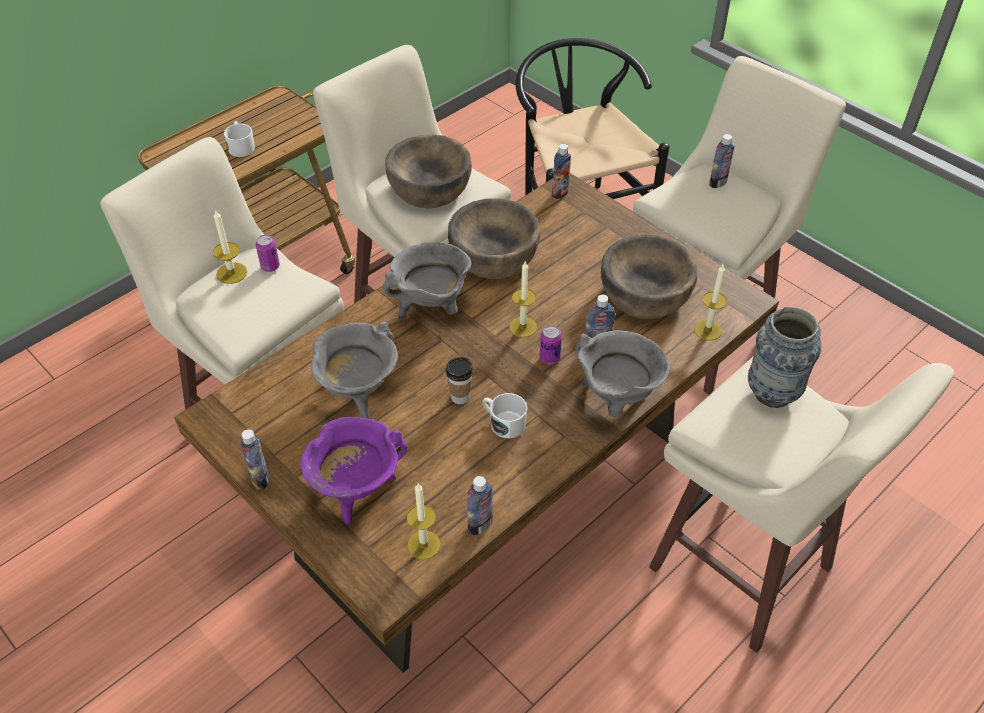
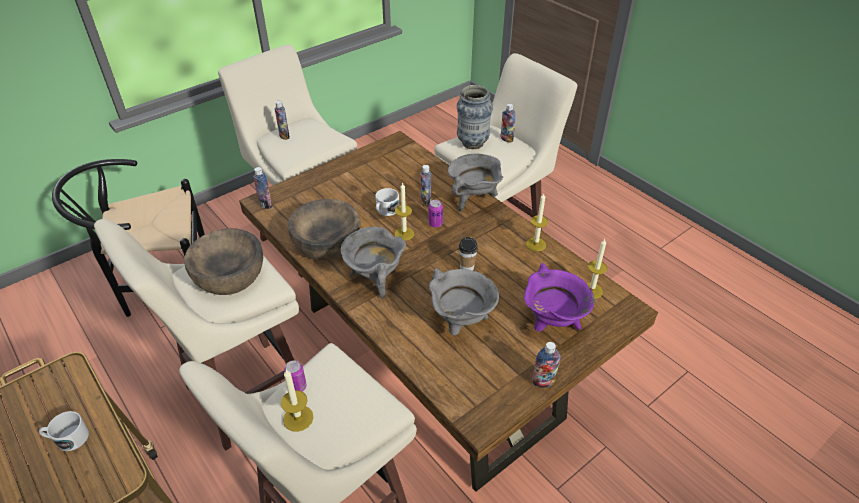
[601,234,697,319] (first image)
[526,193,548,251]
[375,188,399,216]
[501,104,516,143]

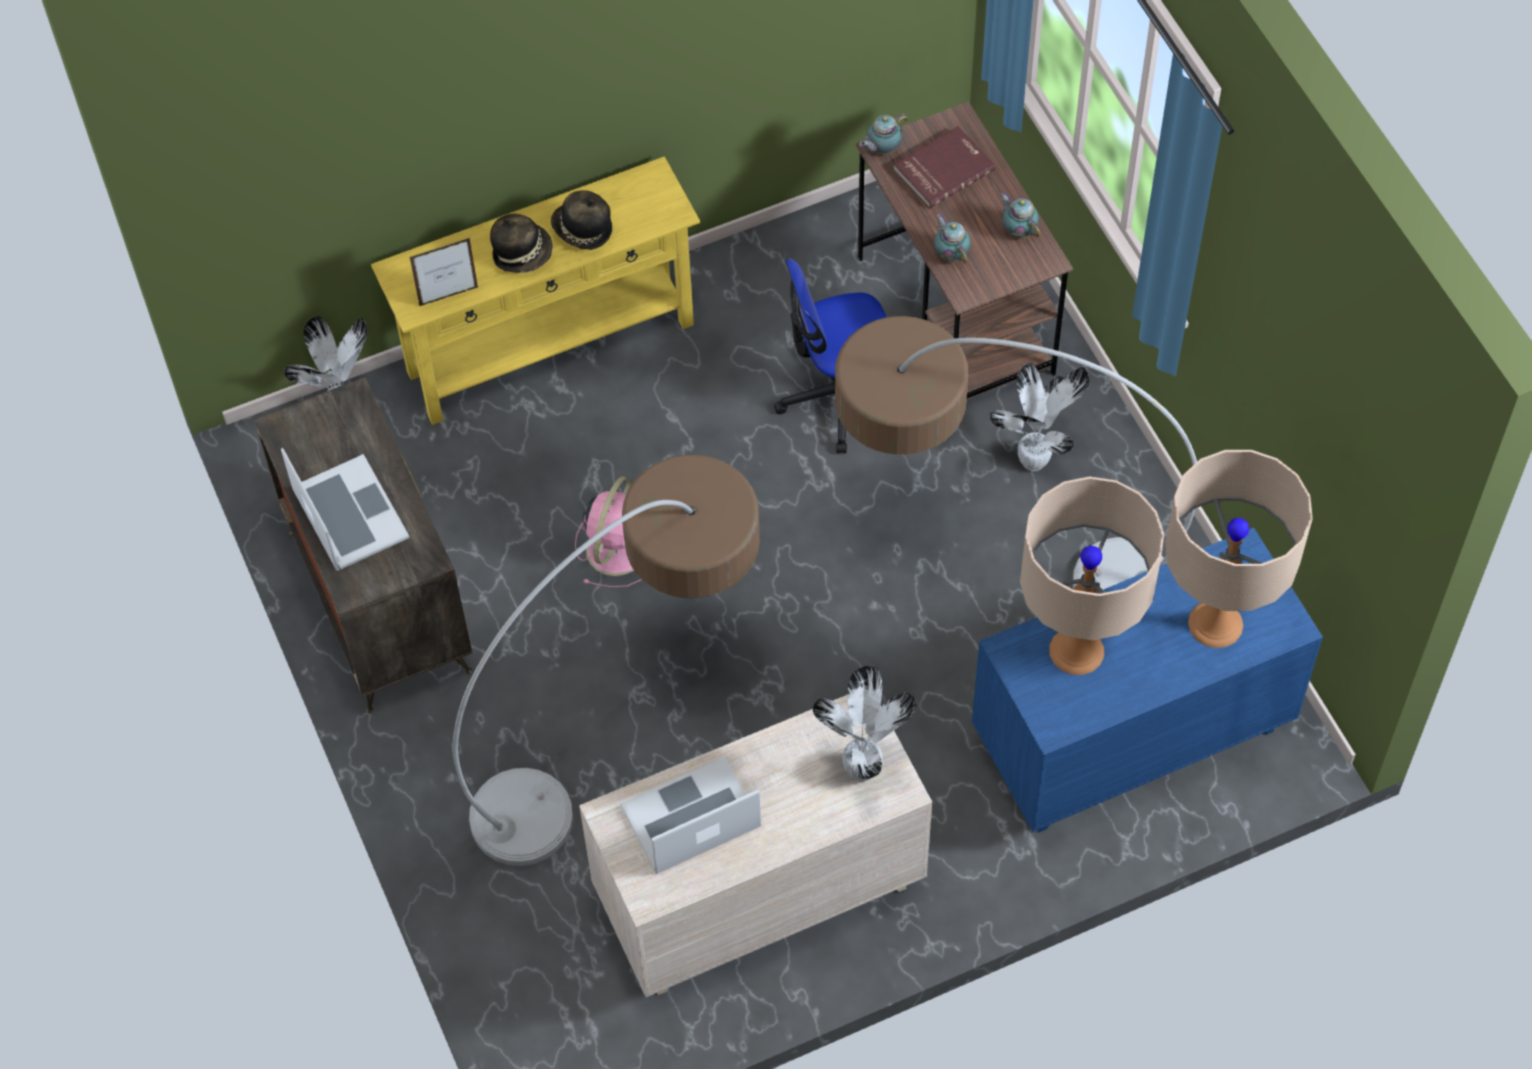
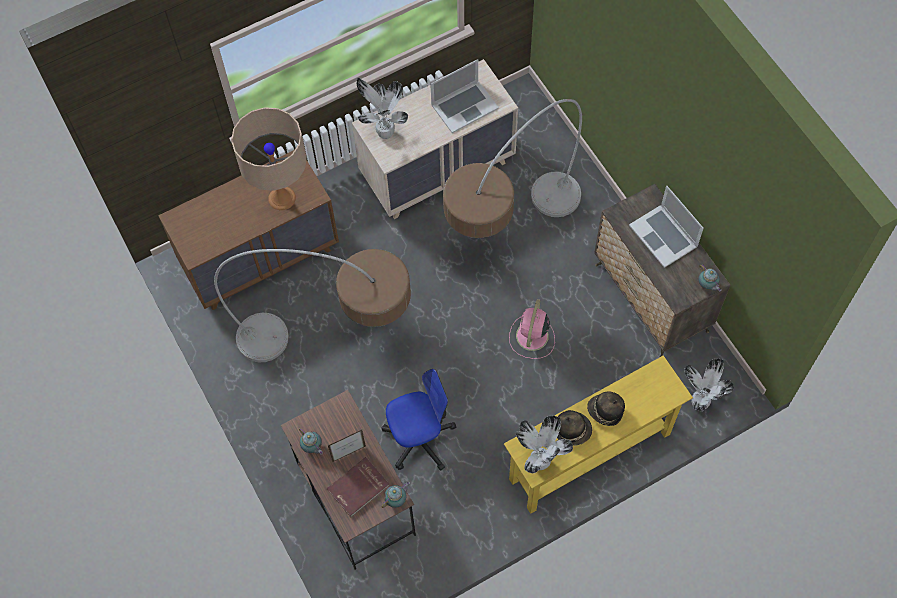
[698,265,721,292]
[328,430,366,462]
[515,416,573,473]
[1165,450,1313,648] (first image)
[158,150,339,310]

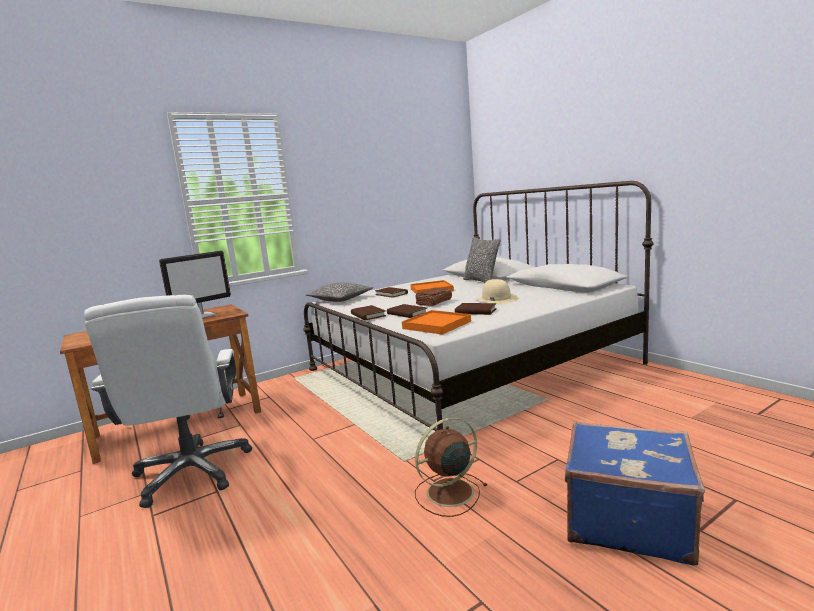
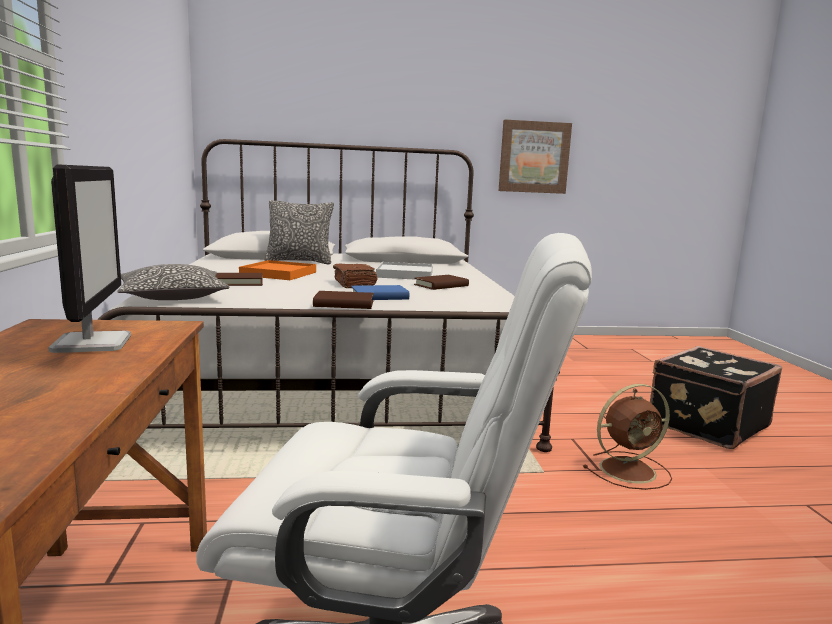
[376,262,433,280]
[351,285,409,300]
[402,310,471,335] (first image)
[583,384,672,490]
[650,346,782,449]
[499,120,572,194]

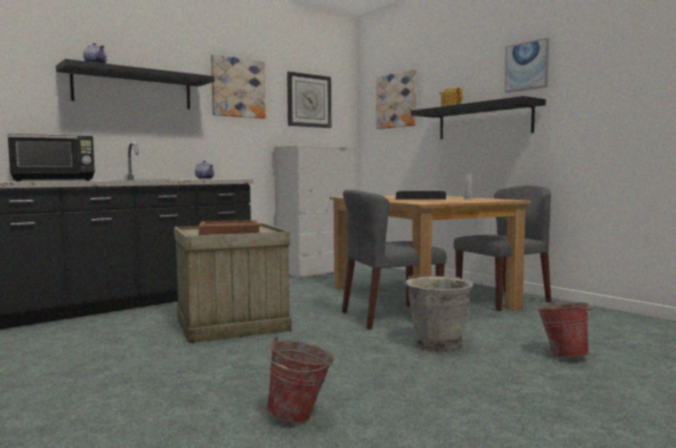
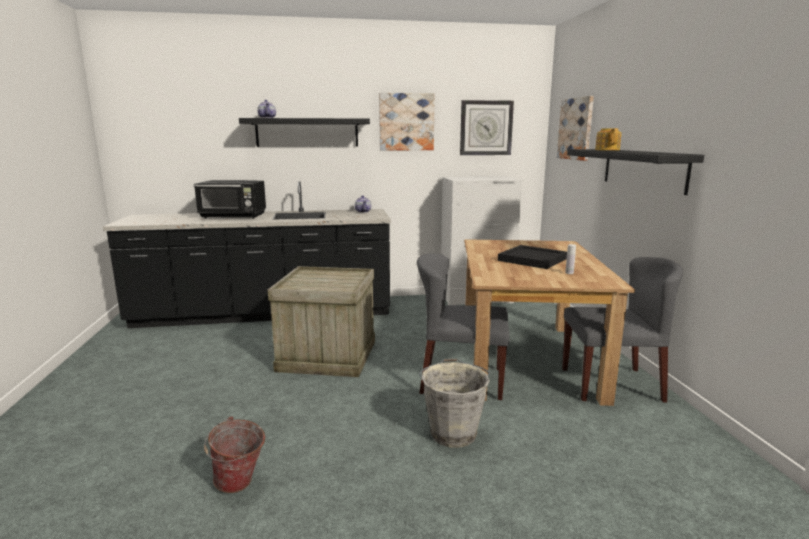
[505,38,549,93] (first image)
[199,220,259,235] (first image)
[537,302,593,358] (first image)

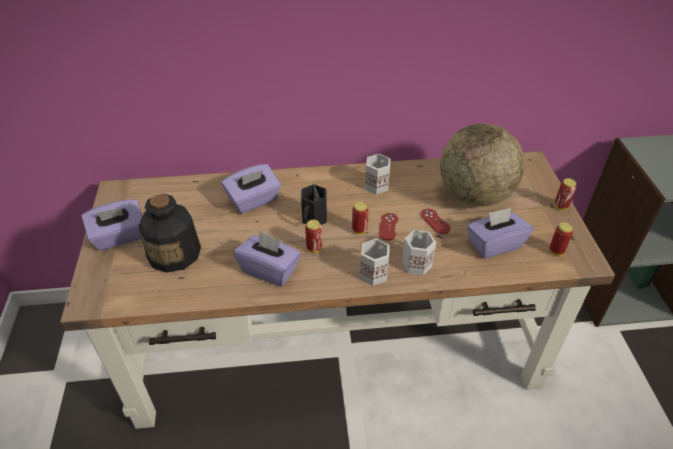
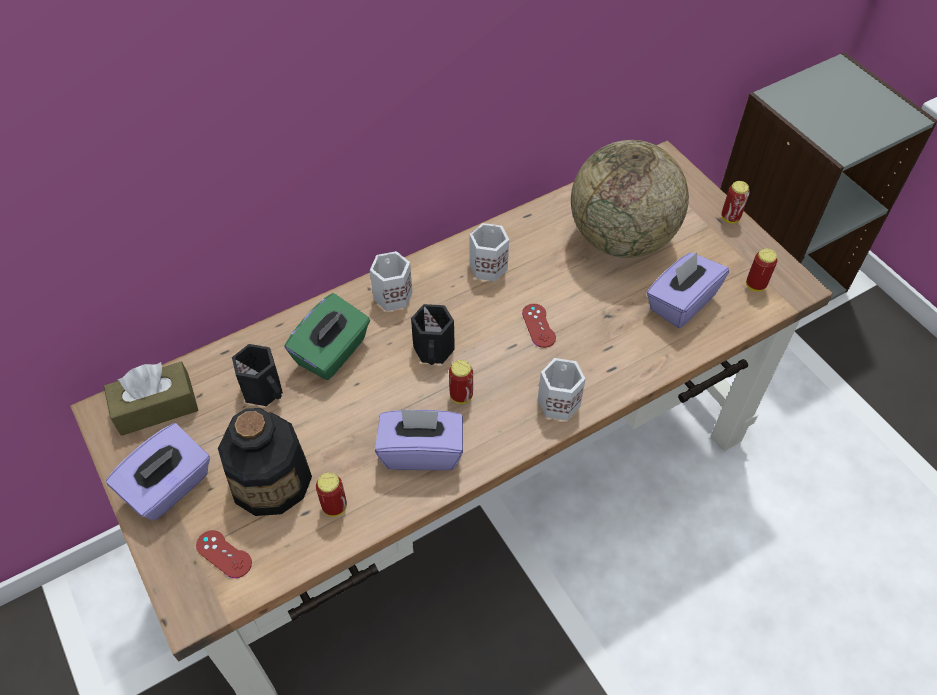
[284,293,370,380]
[316,473,347,517]
[196,530,252,578]
[370,251,412,311]
[232,344,283,406]
[104,362,198,436]

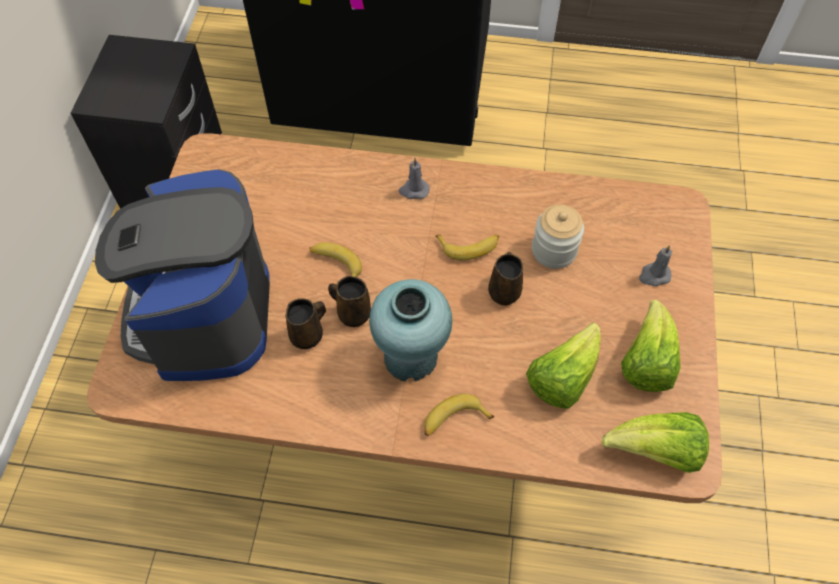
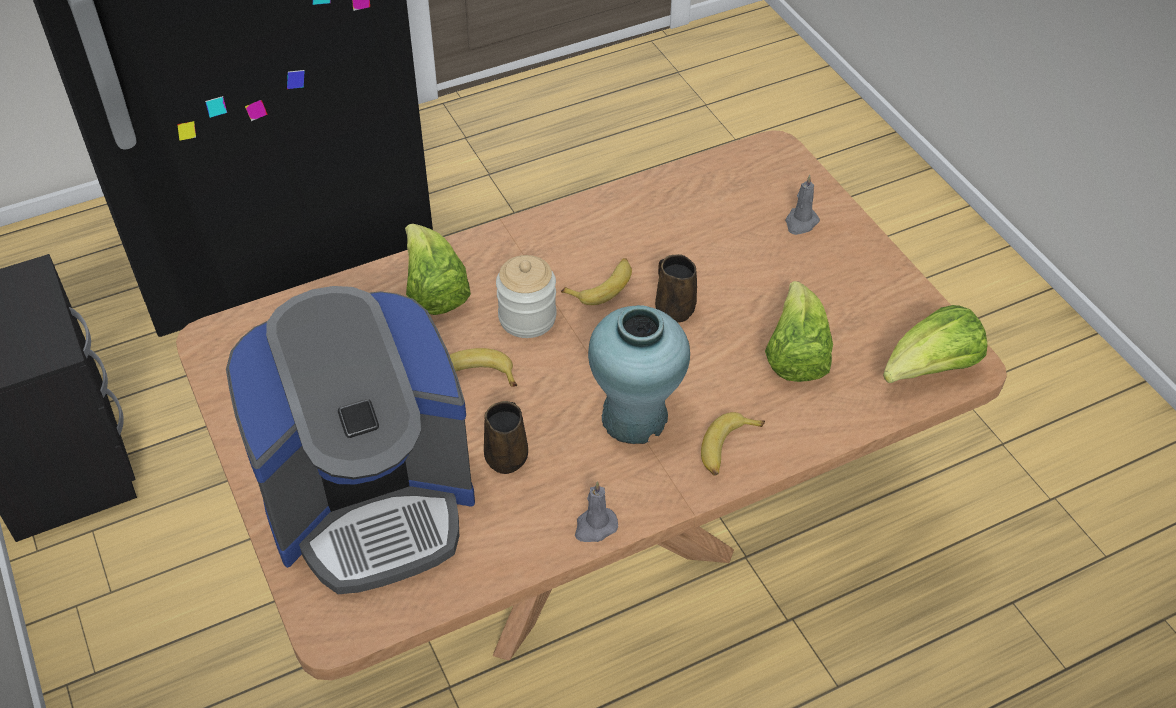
[575,482,618,542]
[226,286,475,594]
[496,255,557,338]
[328,276,371,327] (first image)
[405,223,471,315]

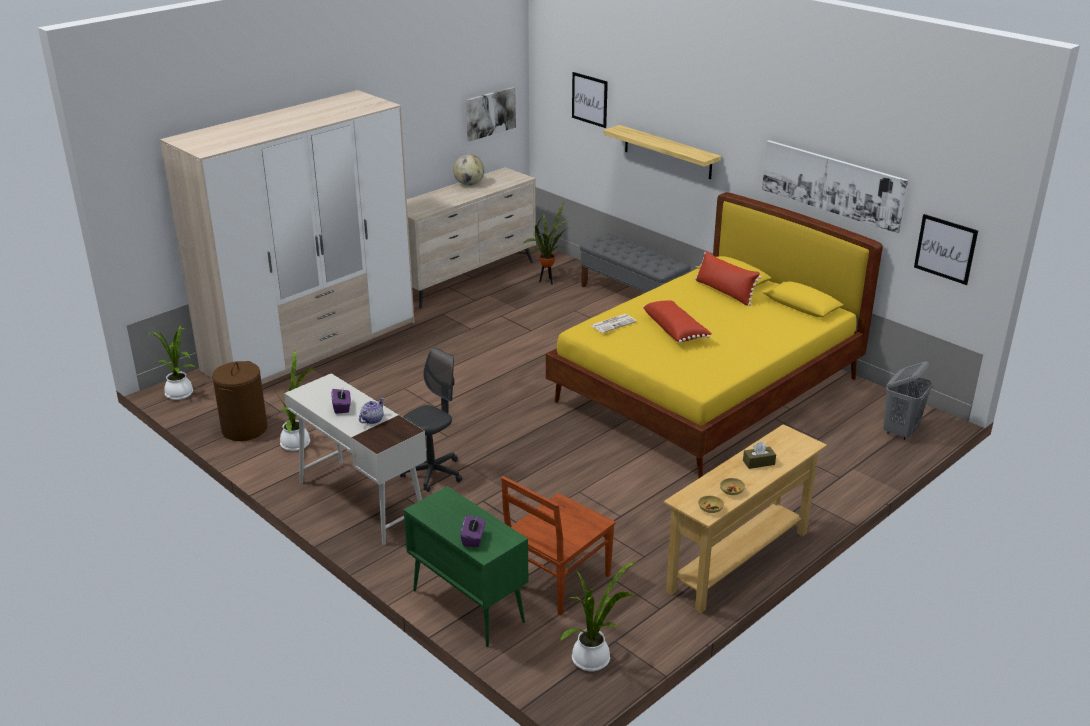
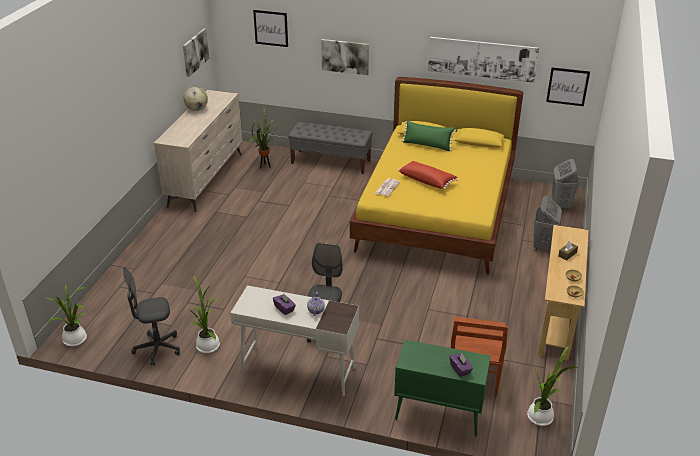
[160,90,414,384] (first image)
[321,39,369,75]
[402,120,456,151]
[123,267,180,366]
[533,196,562,252]

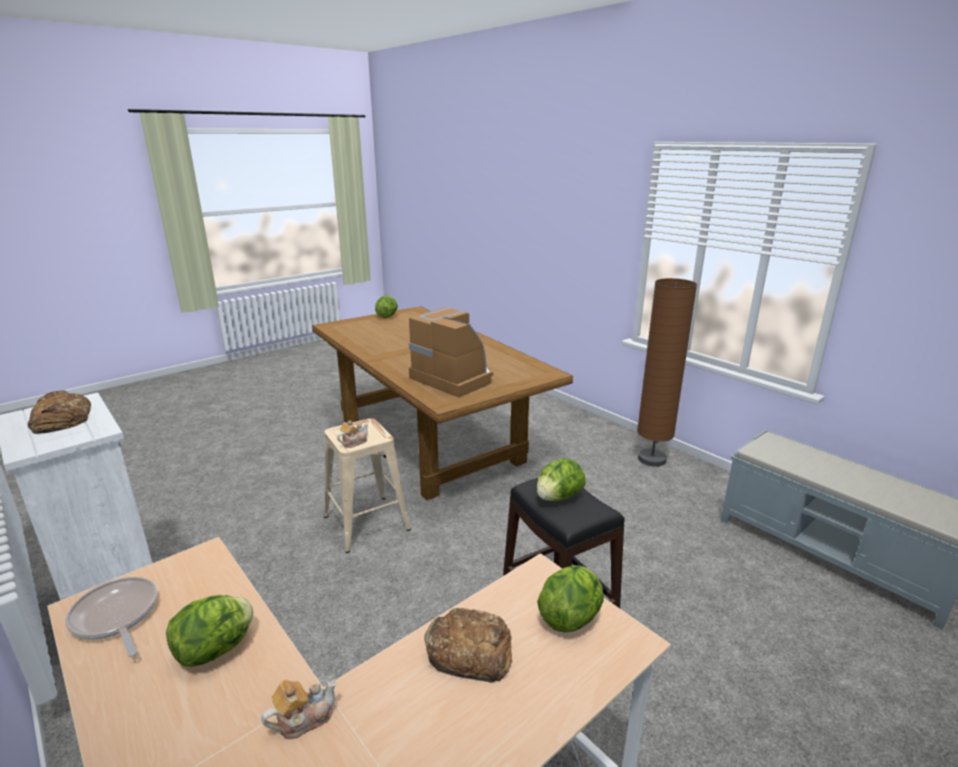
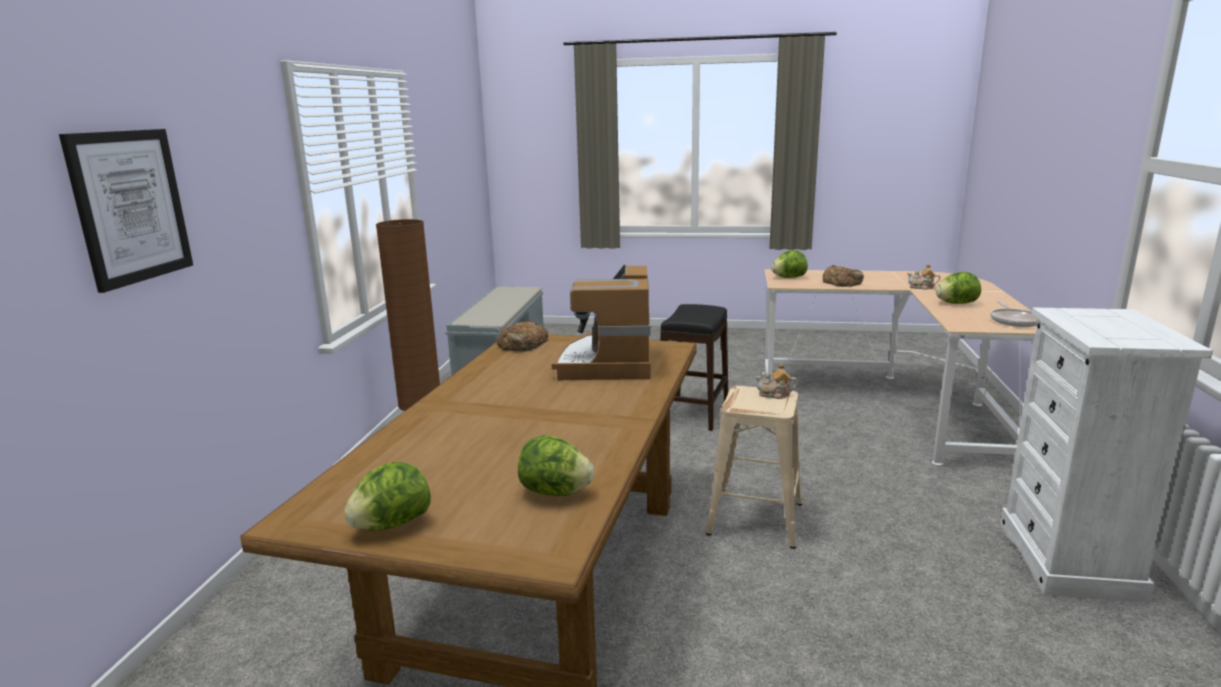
[497,321,548,352]
[518,435,594,496]
[59,129,193,293]

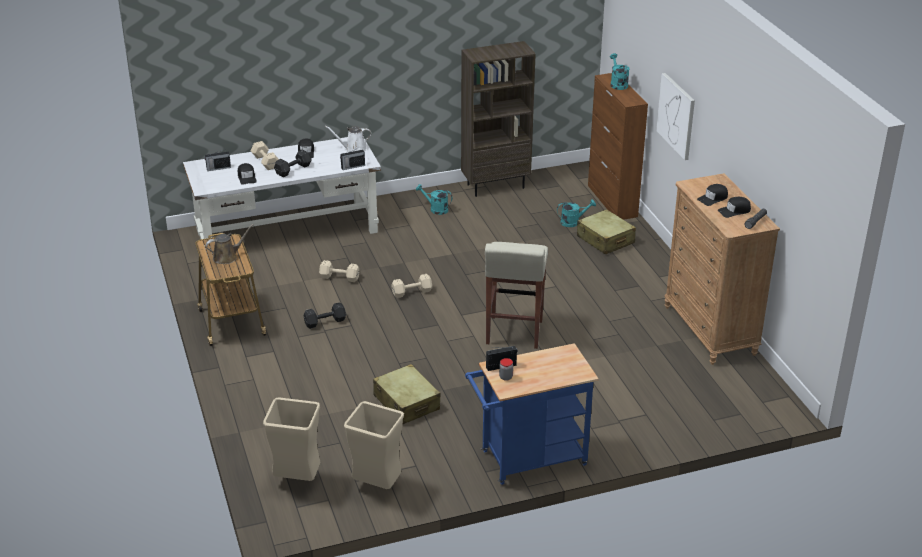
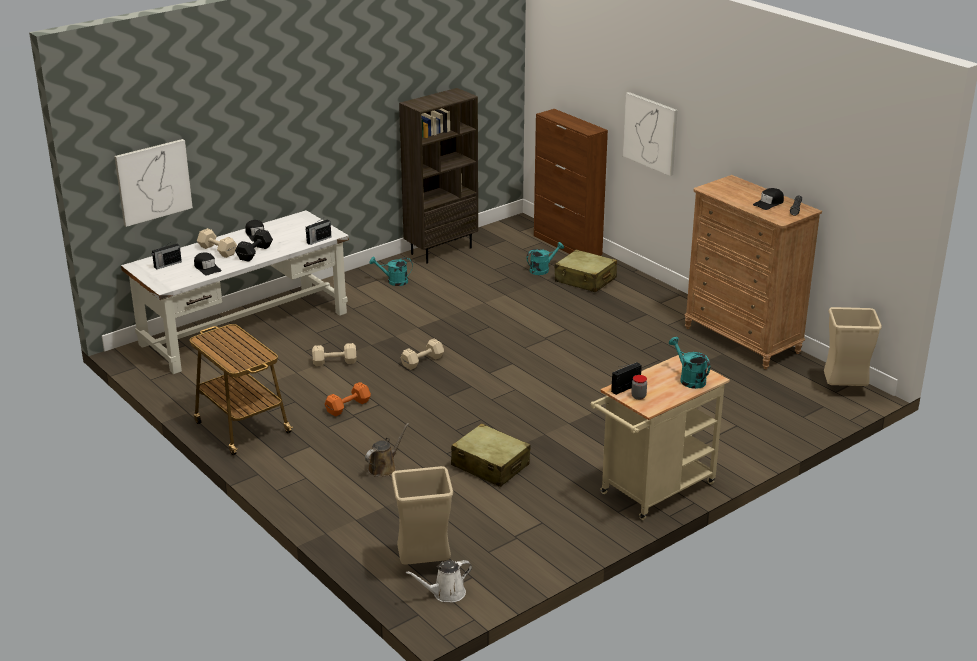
[669,337,710,389]
[406,560,472,602]
[697,184,728,206] (first image)
[365,423,409,477]
[485,242,548,349] (first image)
[325,382,371,417]
[591,354,730,520]
[824,307,882,386]
[114,139,193,227]

